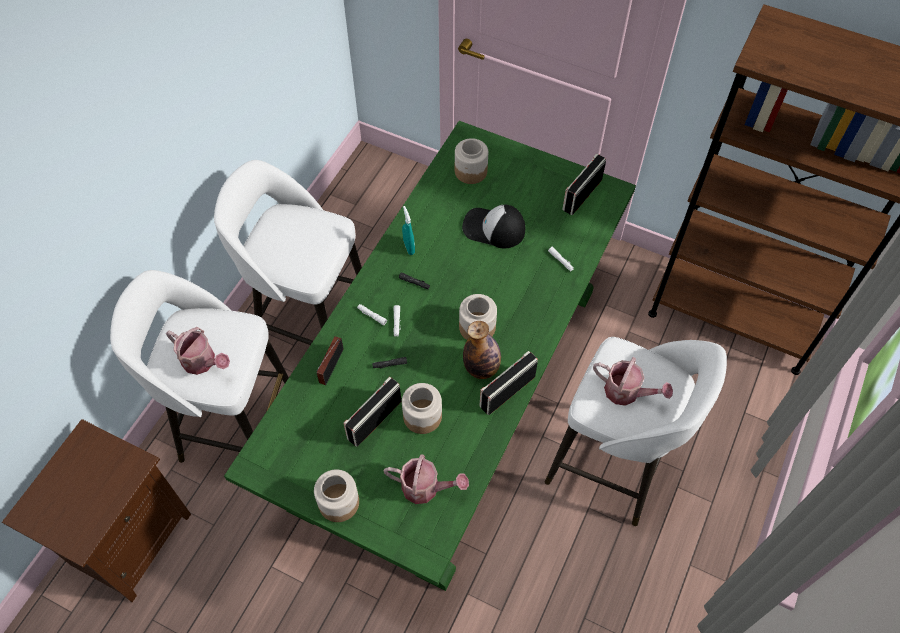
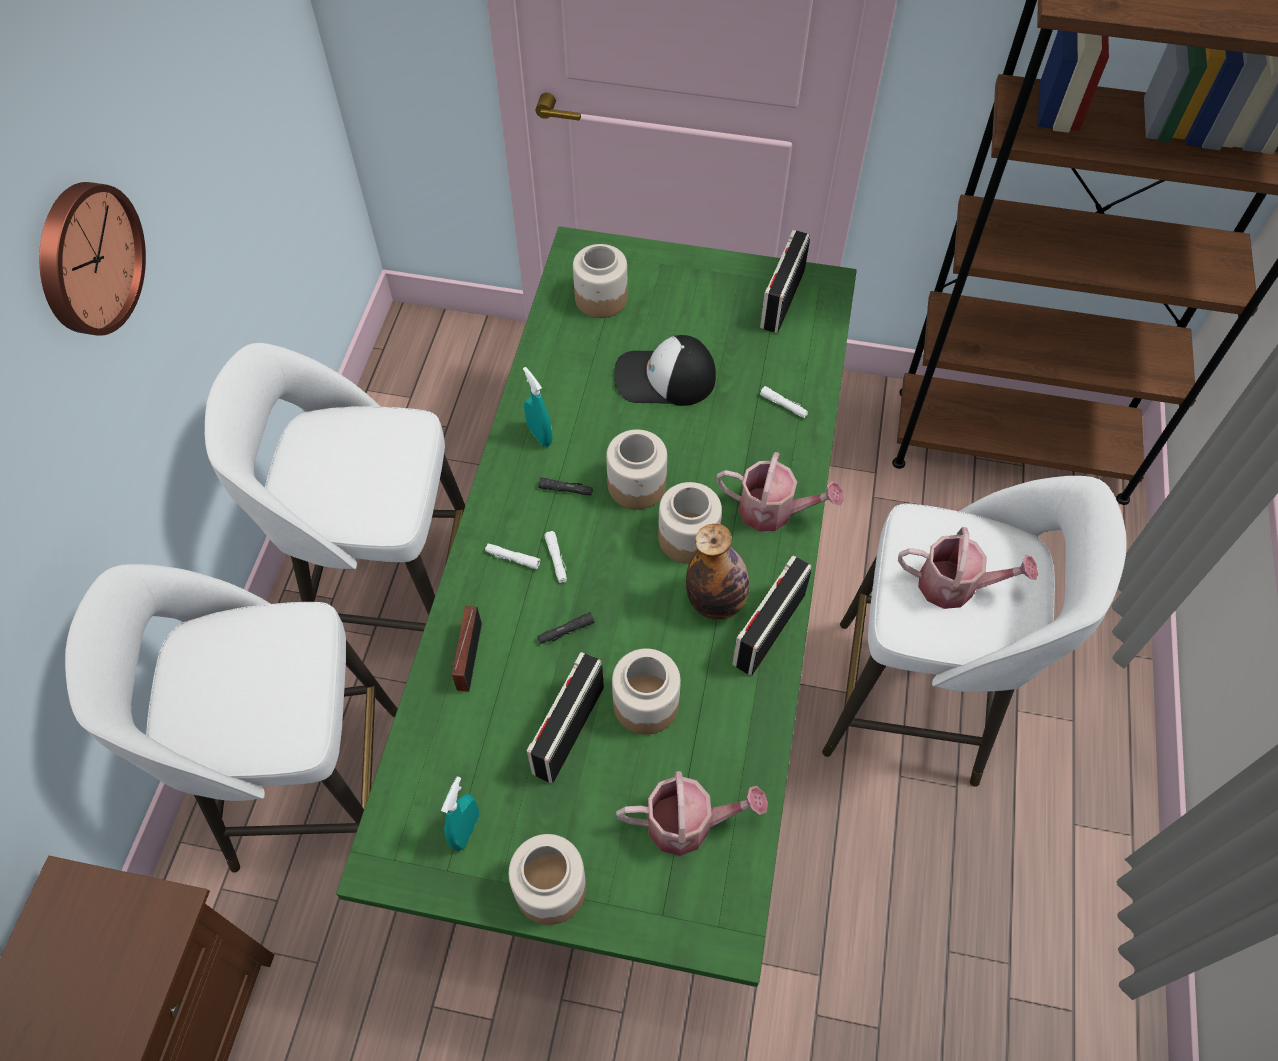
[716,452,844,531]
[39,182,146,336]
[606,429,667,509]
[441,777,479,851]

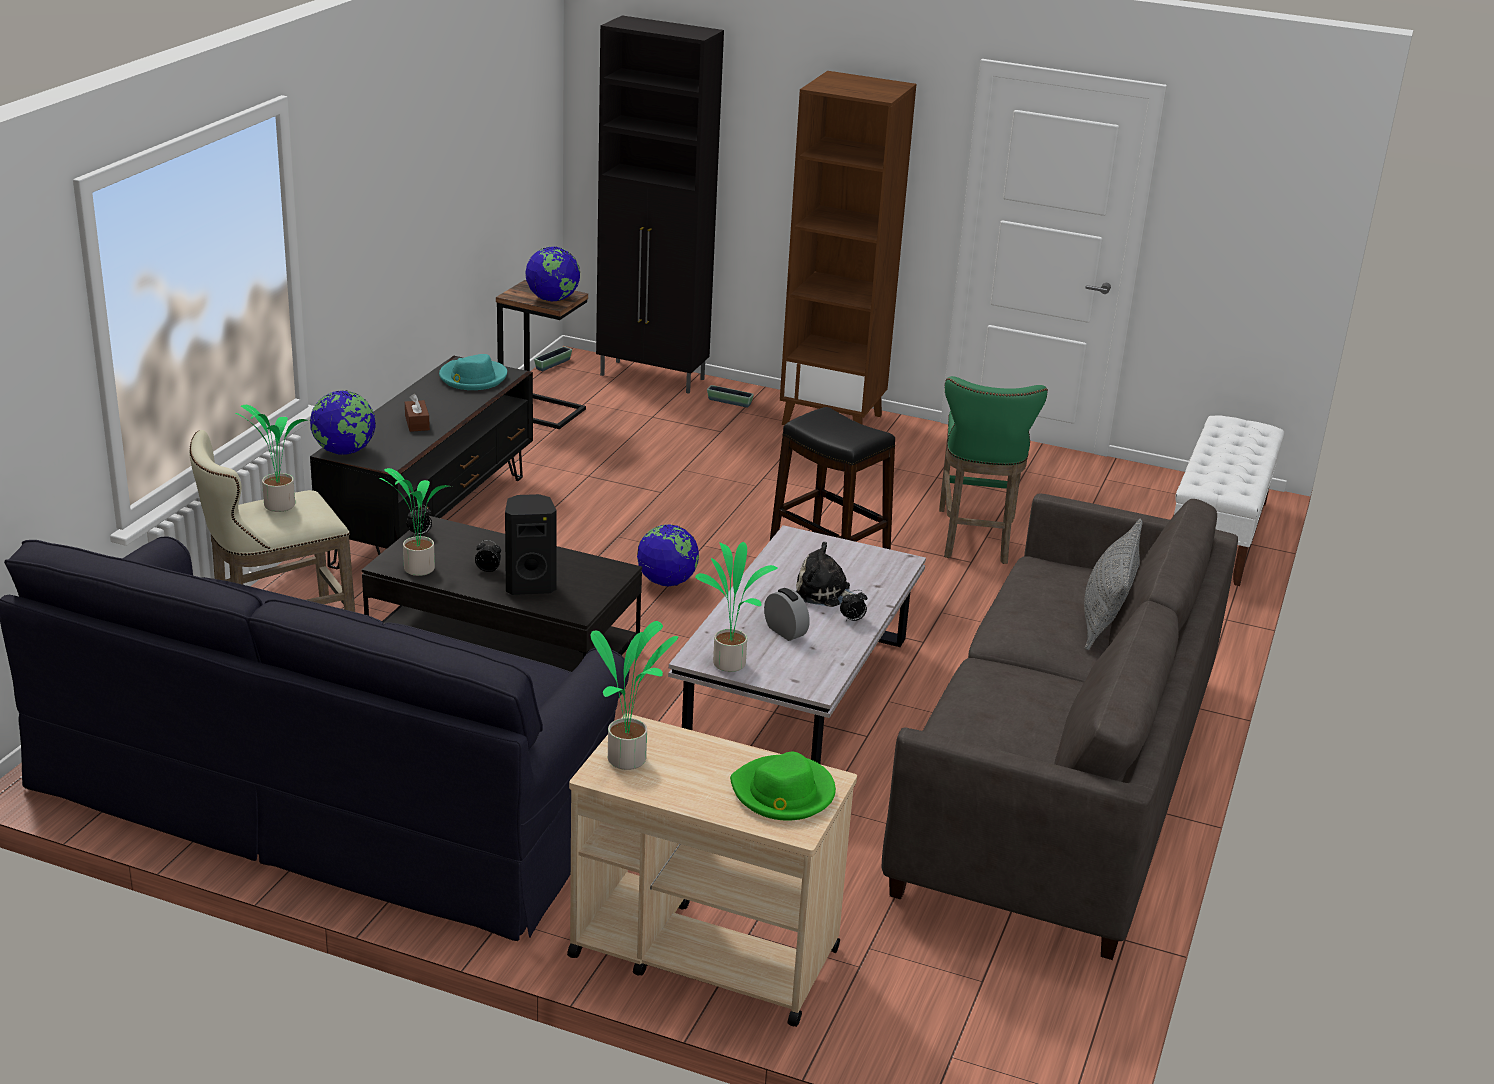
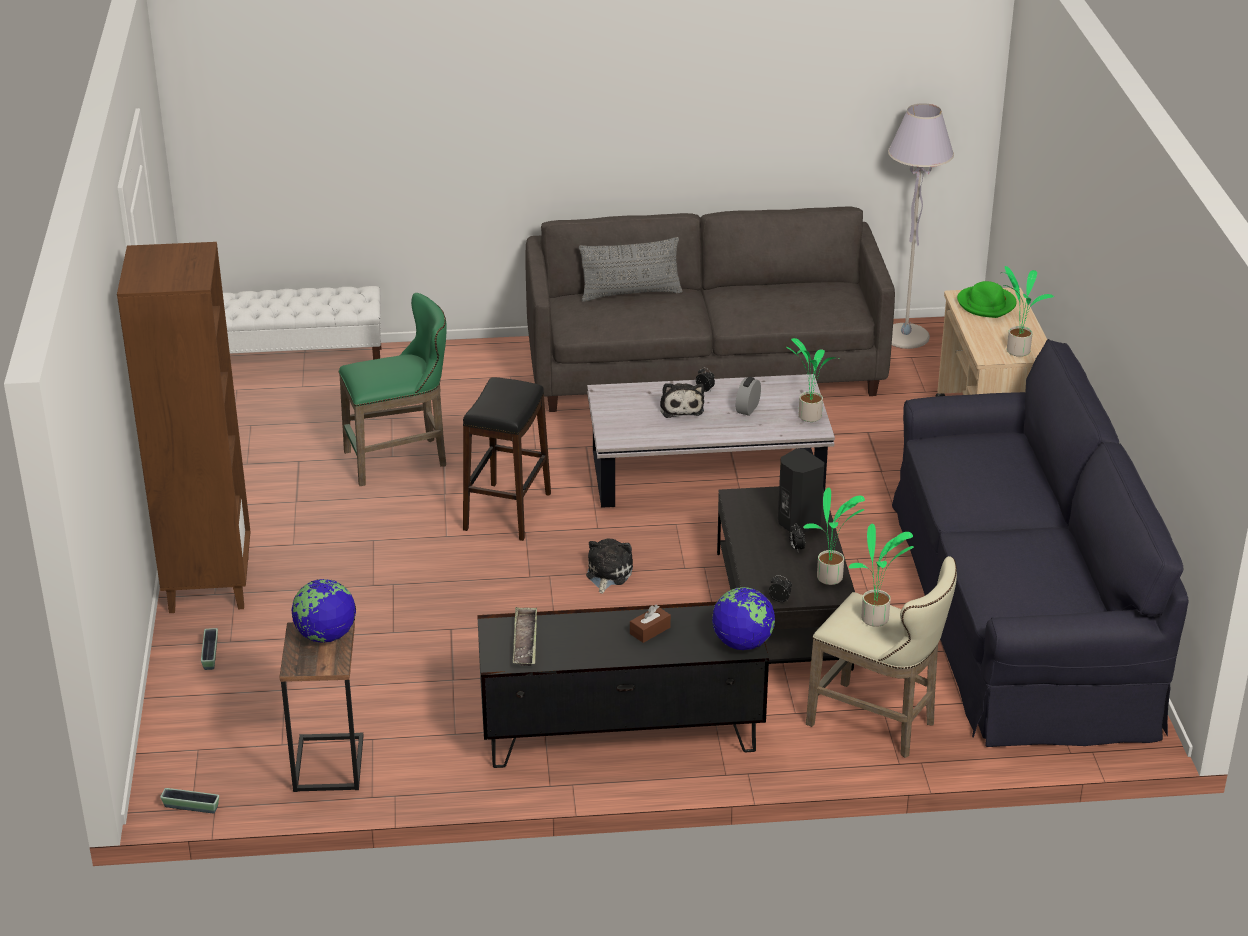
[596,15,724,394] (first image)
[513,607,537,666]
[586,539,633,594]
[888,103,954,349]

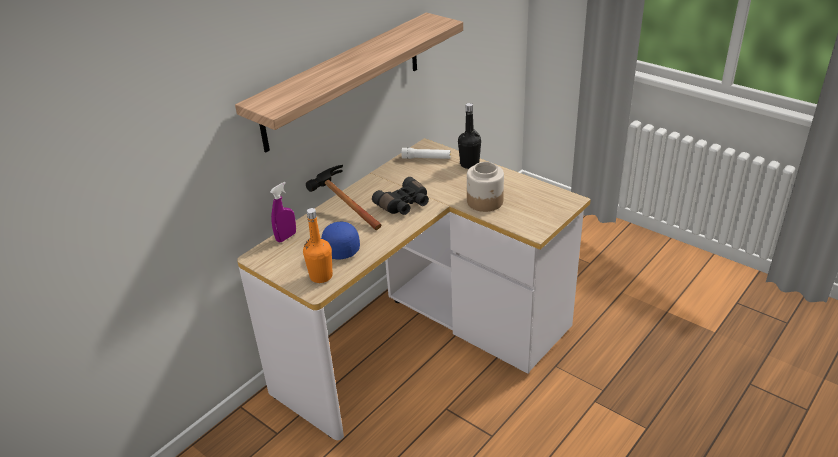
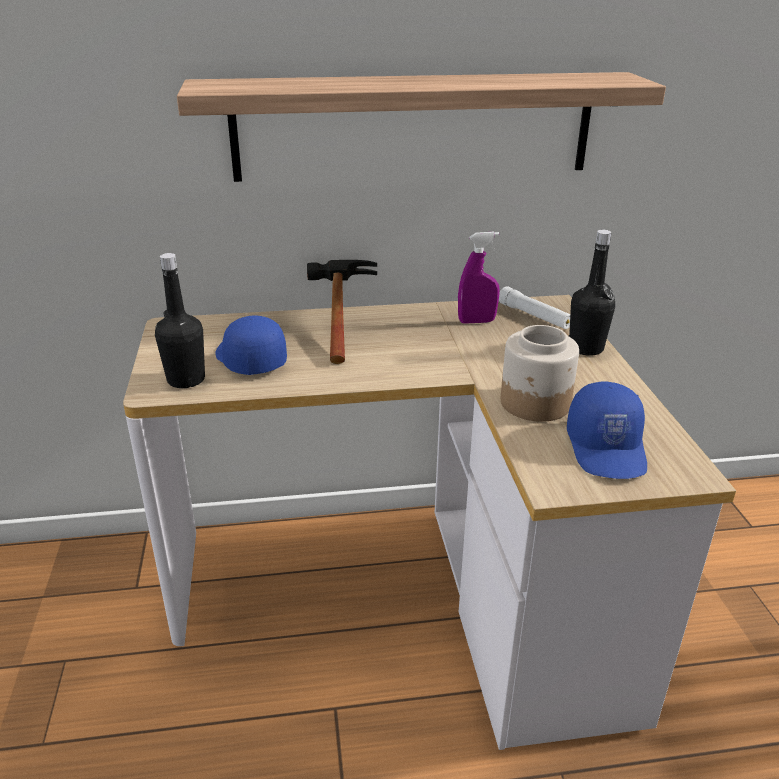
[372,177,429,215] (first image)
[458,232,500,324]
[155,253,205,388]
[567,382,647,479]

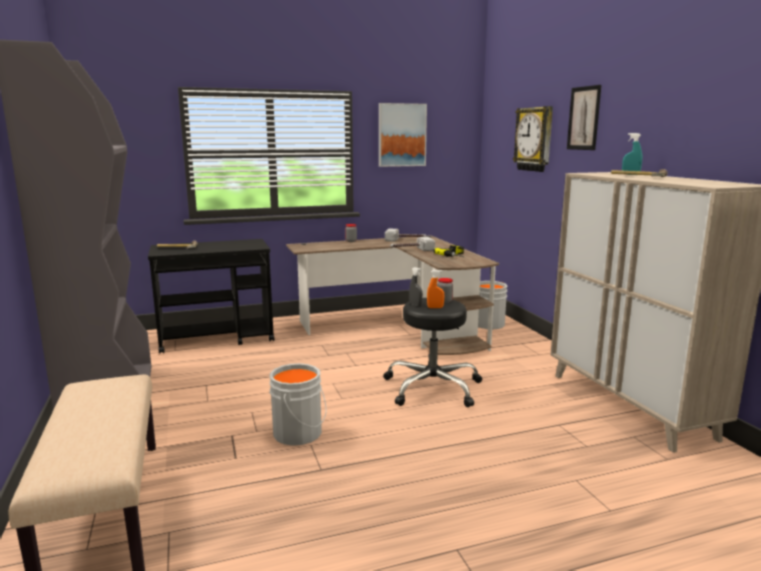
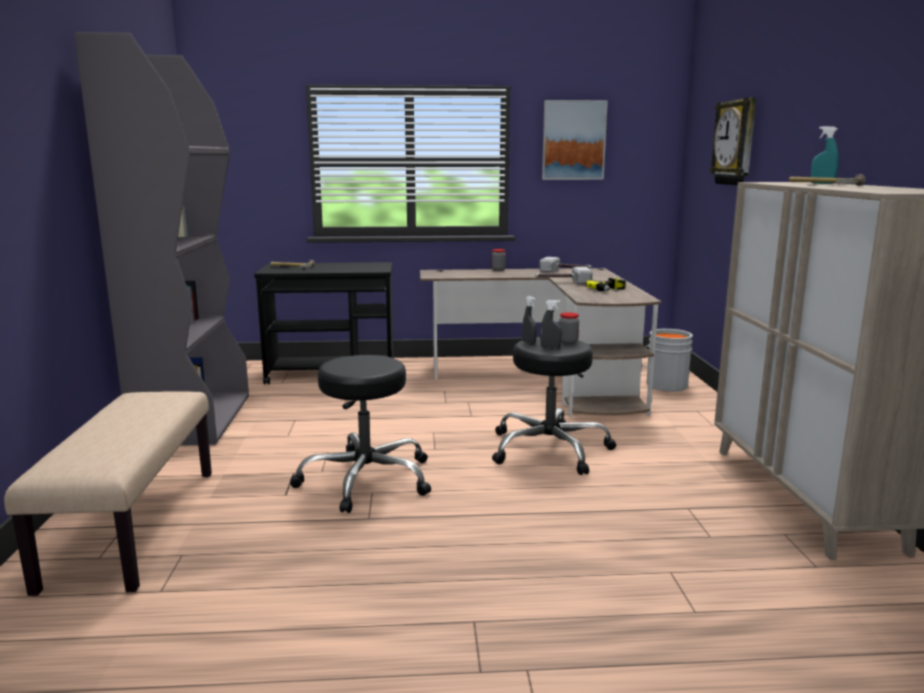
[567,85,601,150] (first image)
[540,300,562,349]
[290,355,431,513]

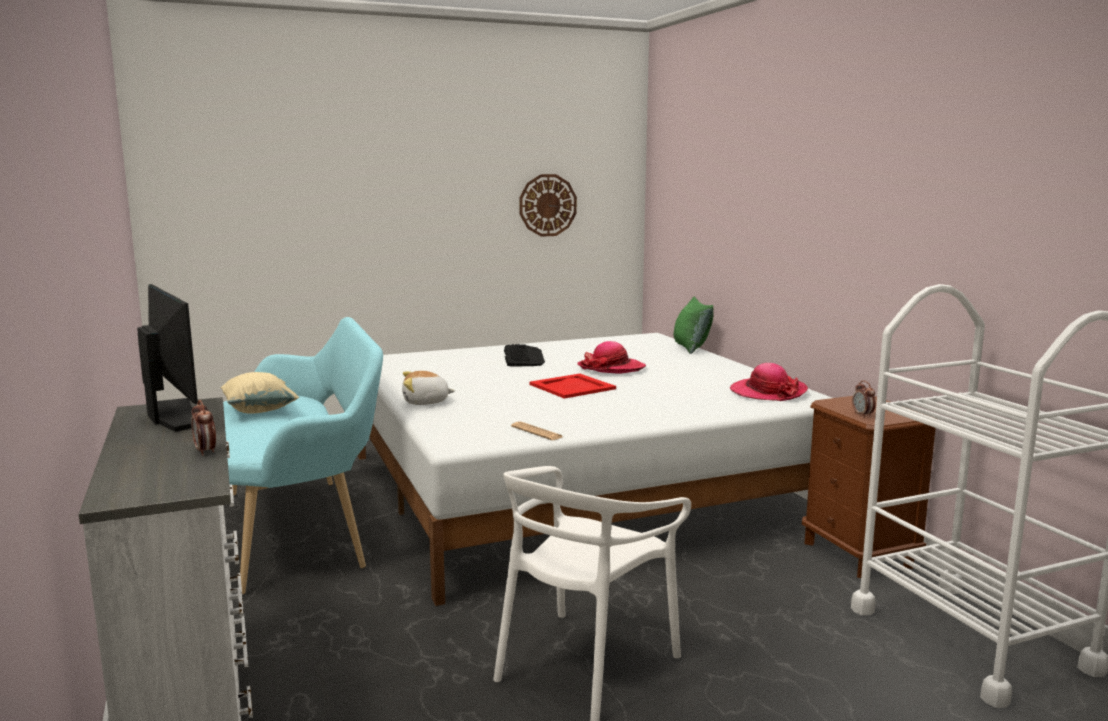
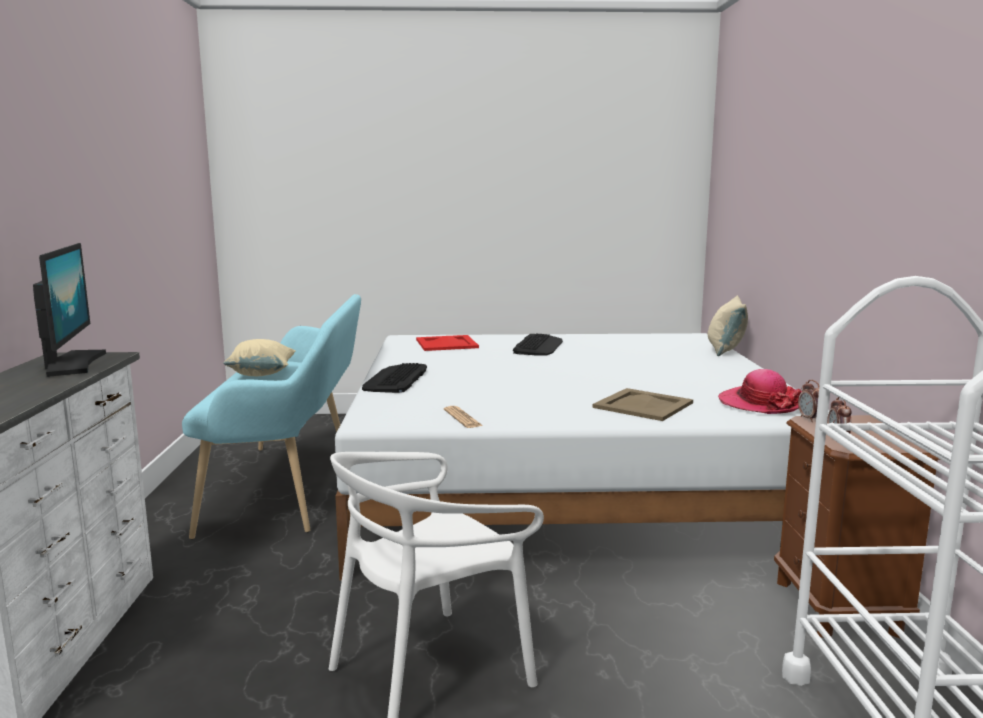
[519,174,577,237] (first image)
[708,295,748,356]
[577,341,646,374] (first image)
[362,363,427,393]
[416,335,479,351]
[798,380,819,422]
[592,388,693,421]

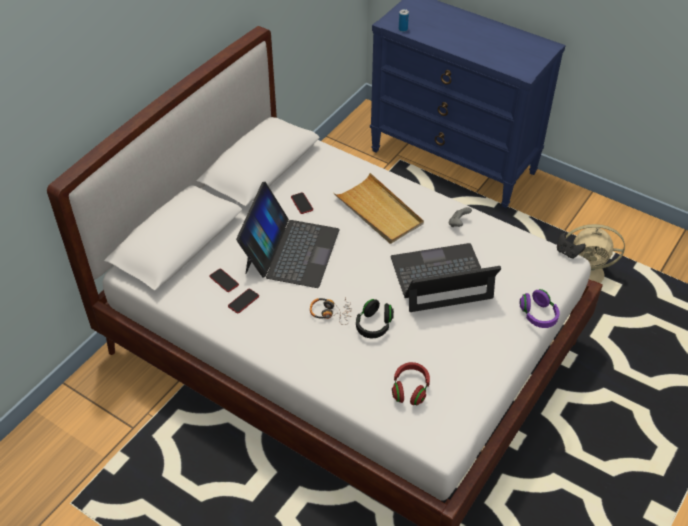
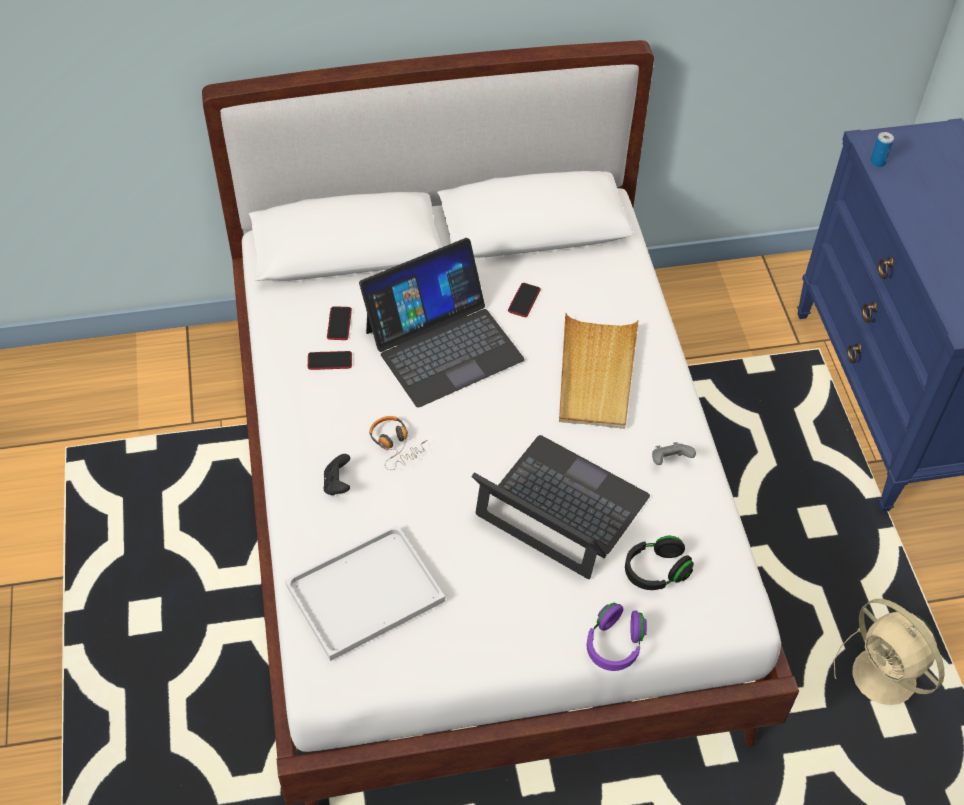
[323,454,350,495]
[625,536,694,590]
[285,525,445,661]

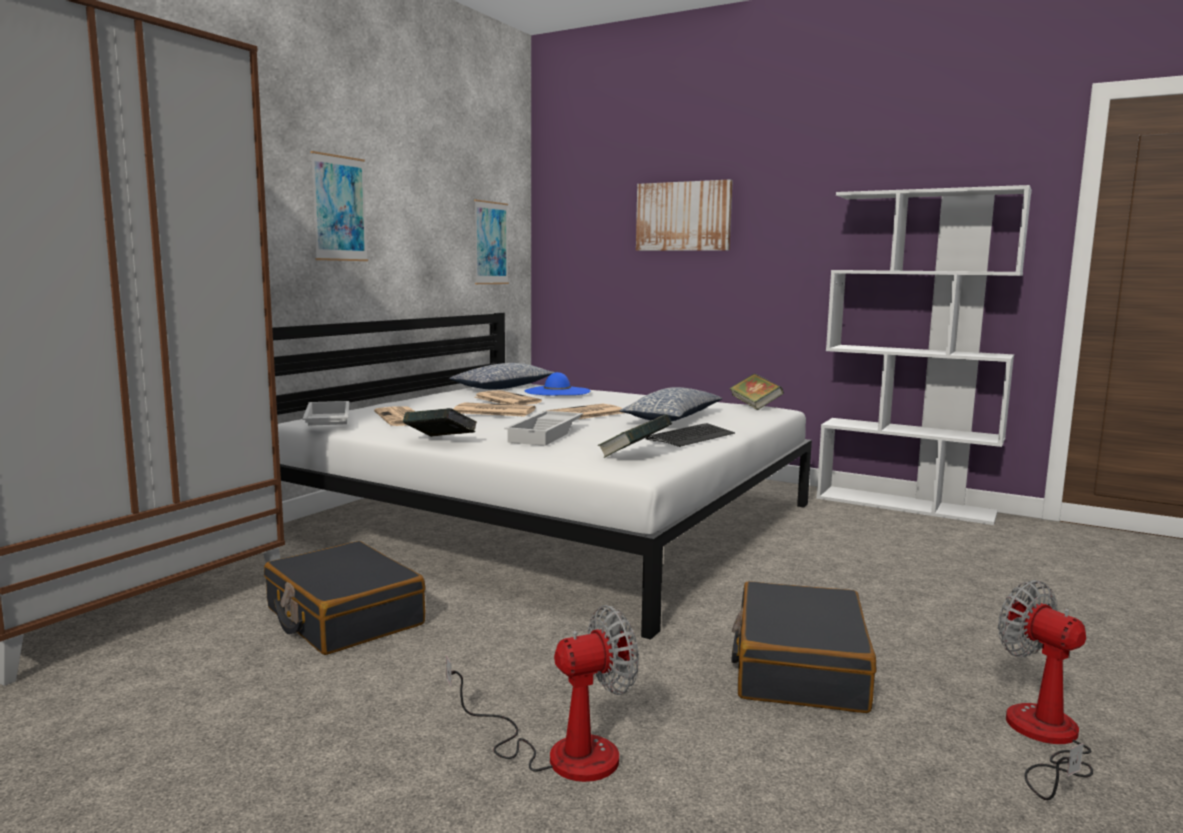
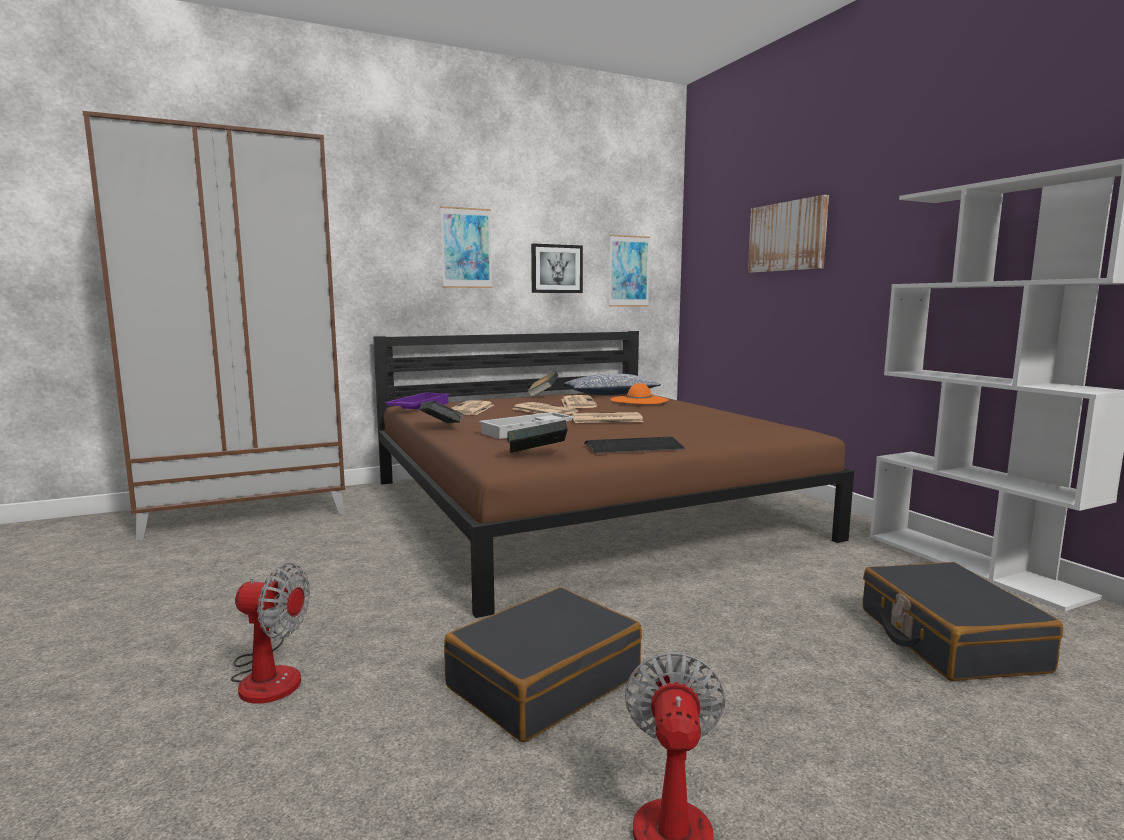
[373,331,854,618]
[610,383,669,404]
[528,371,558,397]
[620,387,722,421] (first image)
[384,392,450,409]
[863,562,1063,681]
[531,244,583,293]

